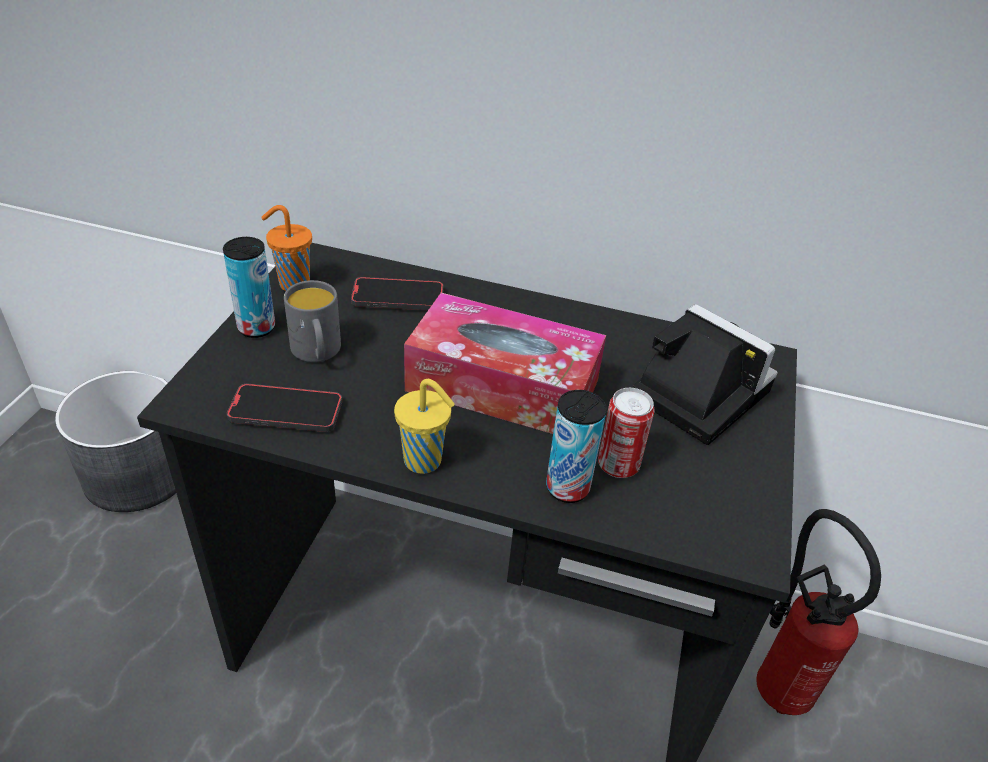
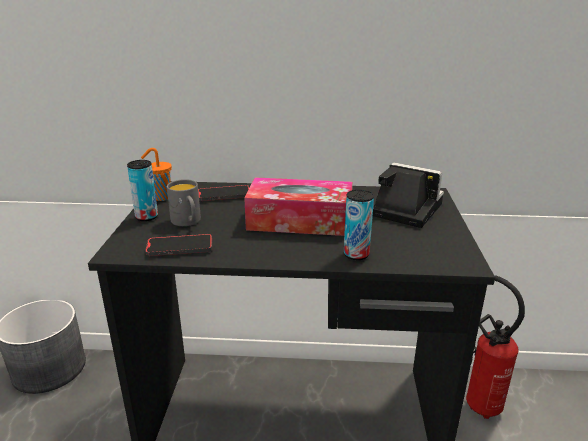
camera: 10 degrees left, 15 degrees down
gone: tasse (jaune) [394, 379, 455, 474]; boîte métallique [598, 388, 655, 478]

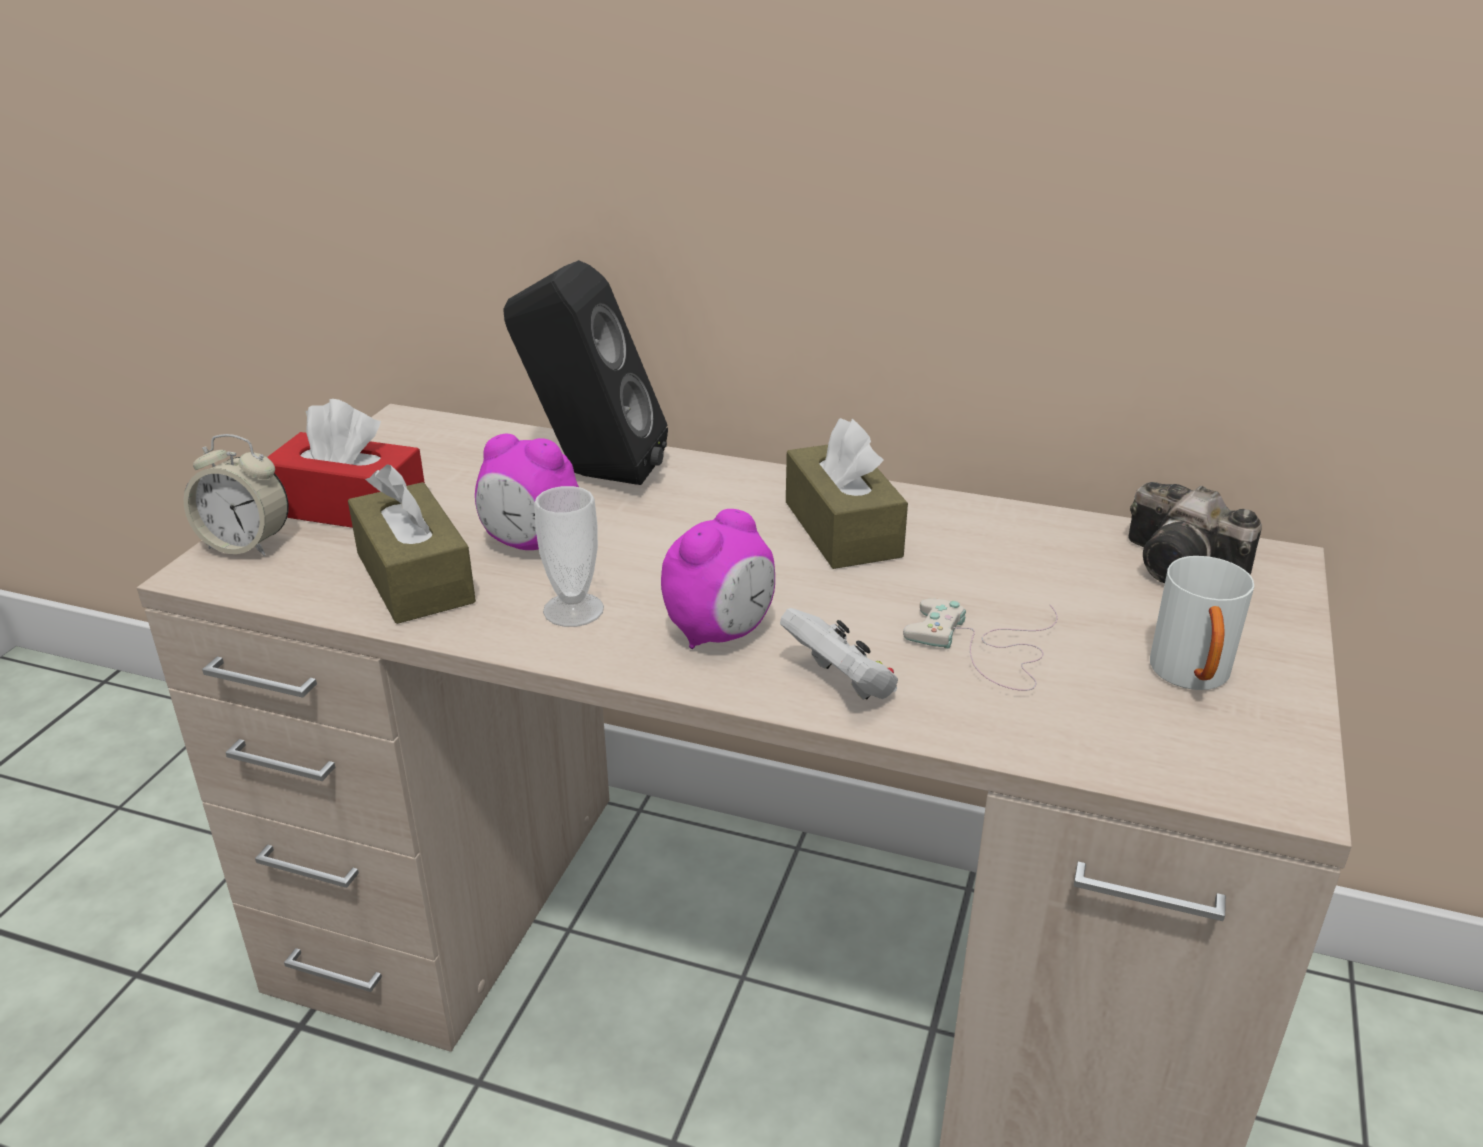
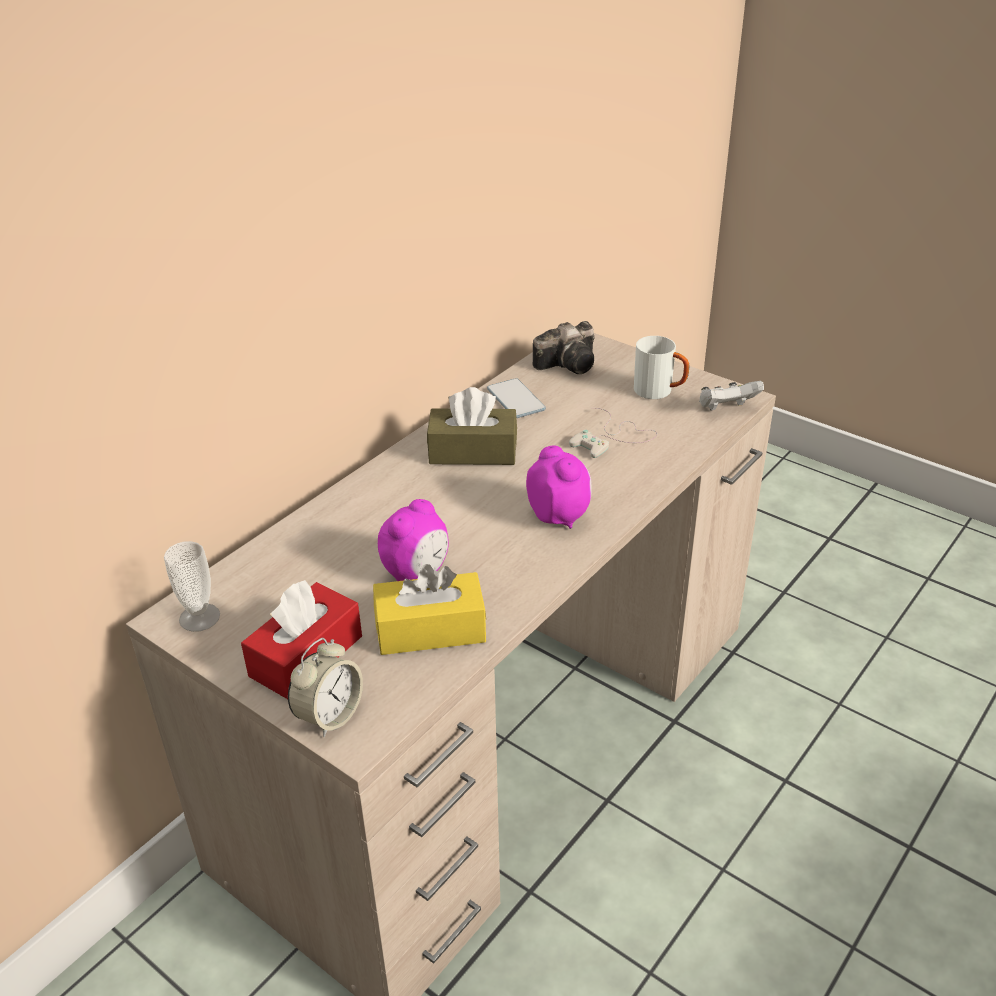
camera: 70 degrees left, 5 degrees up
gone: enceinte (noir) [503, 260, 668, 485]
new: téléphone [487, 378, 546, 418]
shifted: tasse [534, 486, 604, 627] to [164, 541, 220, 632]; manette (blanc) [780, 608, 898, 700] to [699, 381, 764, 411]
repainted: boîte à mouchoirs (marron) [348, 464, 476, 624] to boîte à mouchoirs (jaune) [373, 564, 486, 655]

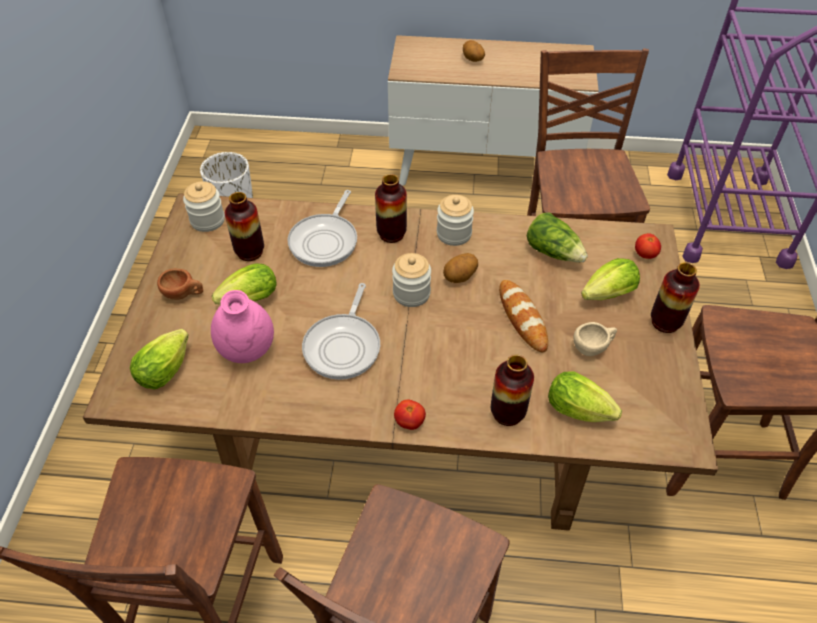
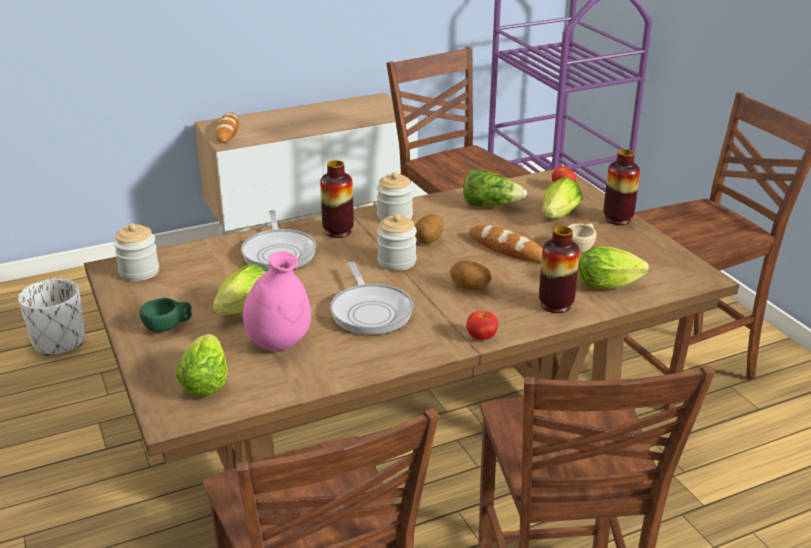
camera: 30 degrees left, 20 degrees down
gone: vase [225, 192, 264, 261]
new: pain [216, 112, 239, 143]
shifted: pomme de terre [463, 40, 485, 62] to [450, 261, 492, 290]
repainted: tasse (marron) [157, 269, 203, 300] to tasse (vert) [140, 298, 192, 333]

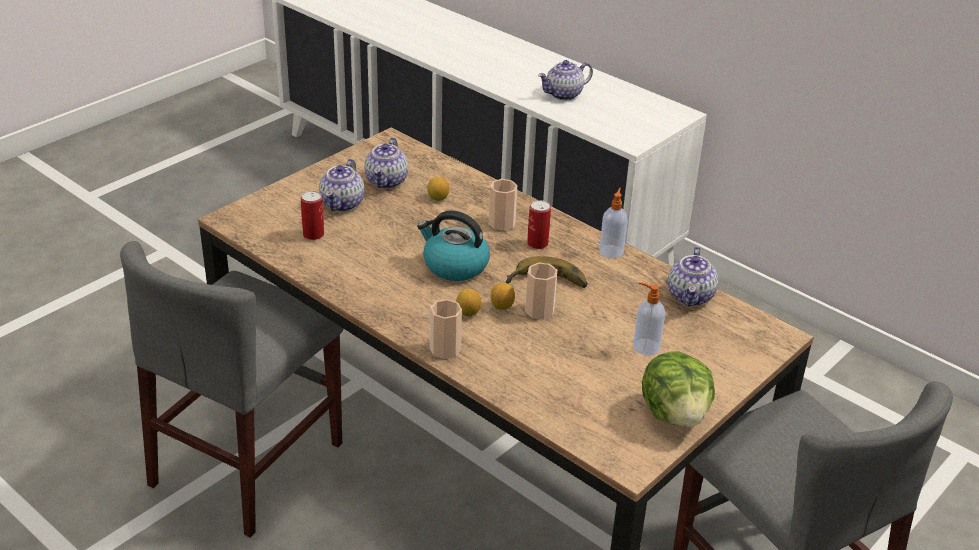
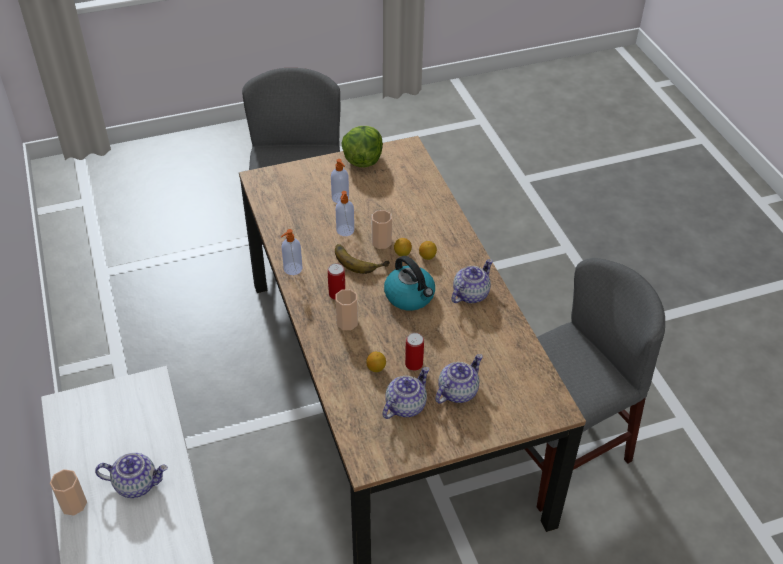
camera: 150 degrees left, 10 degrees up
new: distributeur de savon [336, 191, 354, 236]
shifted: boîte métallique [301, 191, 324, 240] to [405, 333, 424, 371]; tasse [430, 299, 462, 359] to [50, 469, 87, 516]; théière [668, 246, 718, 306] to [452, 259, 493, 303]

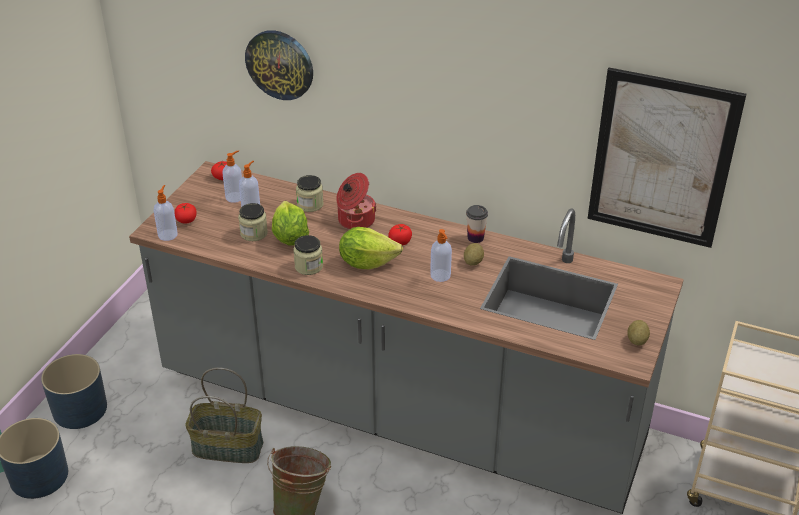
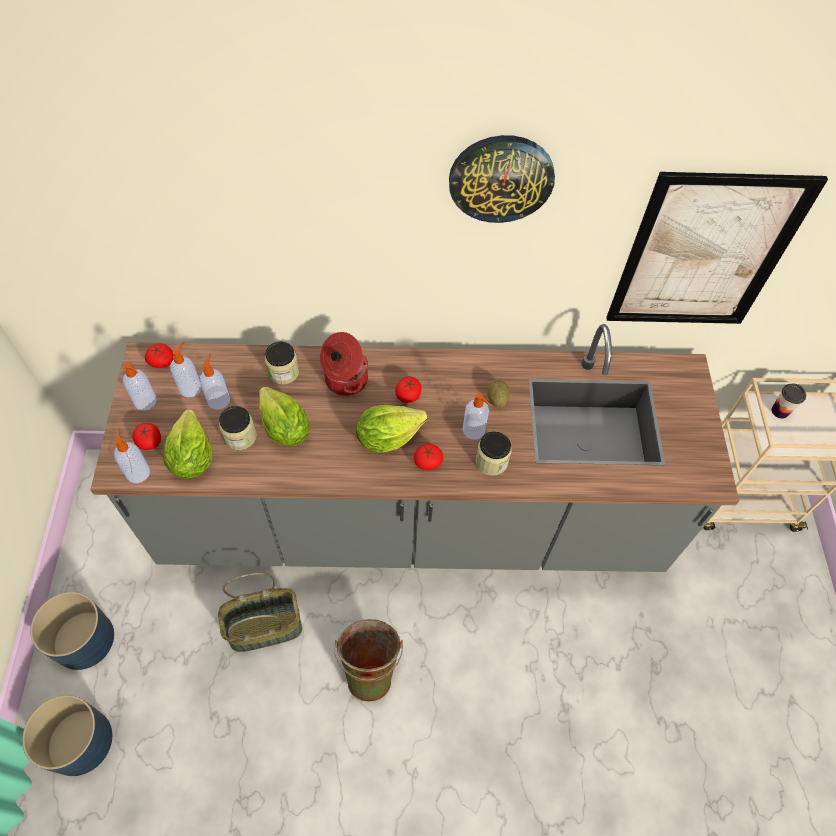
camera: 25 degrees left, 20 degrees up
gone: pomme de terre [627, 320, 650, 345]
new: distributeur de savon [123, 362, 157, 410]; laitue [163, 409, 212, 479]; tomate [414, 444, 443, 470]
shifted: horloge murale [245, 30, 313, 100] to [449, 135, 555, 223]; bocal [293, 235, 323, 275] to [475, 431, 512, 476]; tasse [466, 205, 488, 243] to [771, 384, 806, 419]

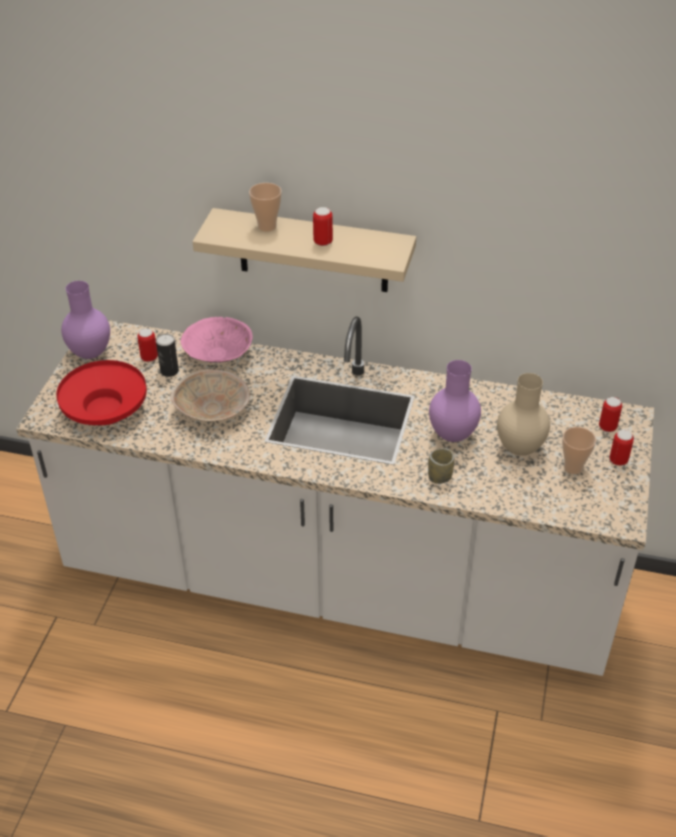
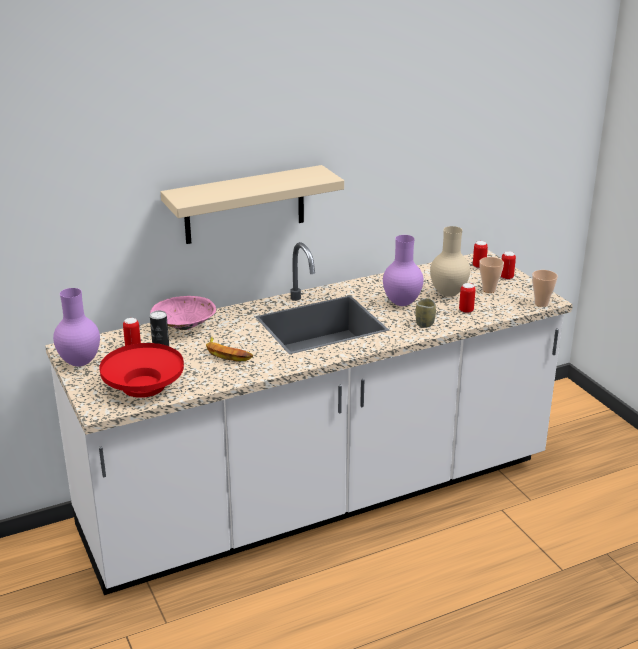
camera: 40 degrees left, 15 degrees down
shifted: tasse [249, 183, 282, 232] to [532, 270, 558, 307]; boîte métallique [313, 207, 333, 246] to [459, 283, 476, 313]
swapped: bol (beige) [171, 369, 250, 422] to banane [206, 337, 253, 361]

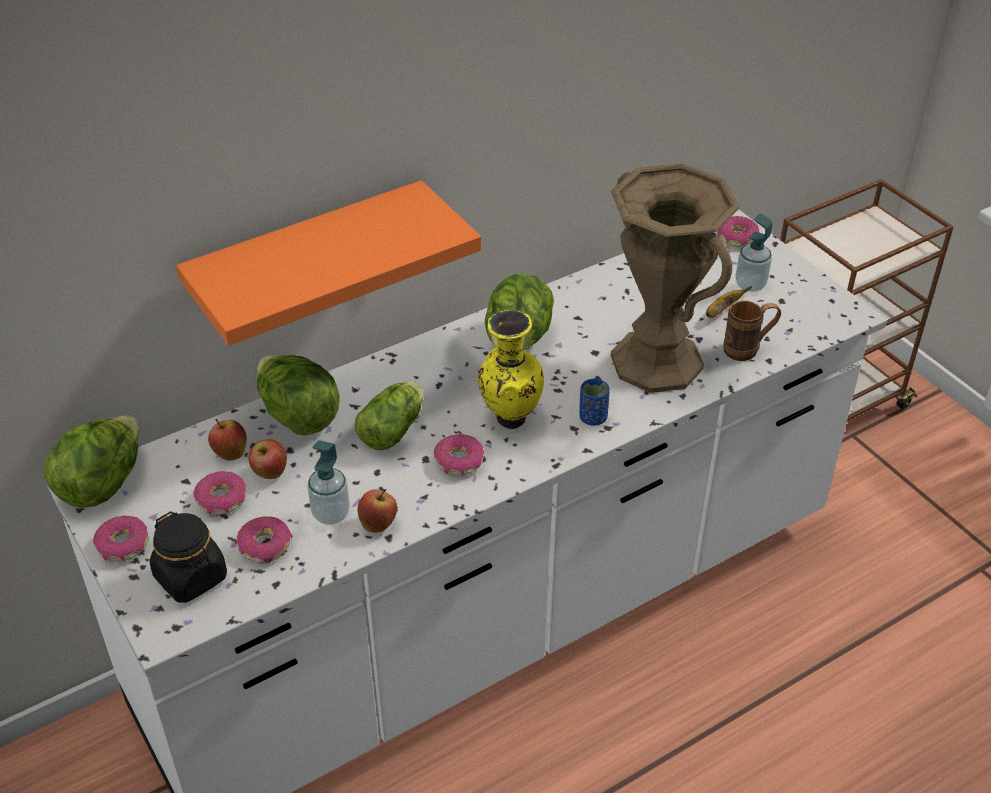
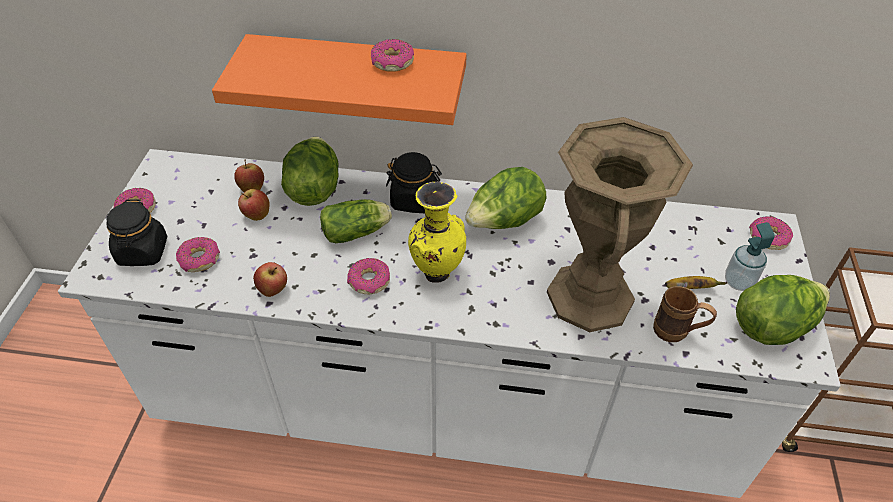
camera: 40 degrees right, 5 degrees up
gone: distributeur de savon [307, 440, 350, 525]; tasse (bleu) [579, 379, 610, 426]
new: bocal (noir) [386, 152, 442, 213]
shifted: laitue [44, 416, 139, 508] to [736, 275, 830, 345]; beignet [193, 471, 246, 515] to [371, 39, 414, 72]

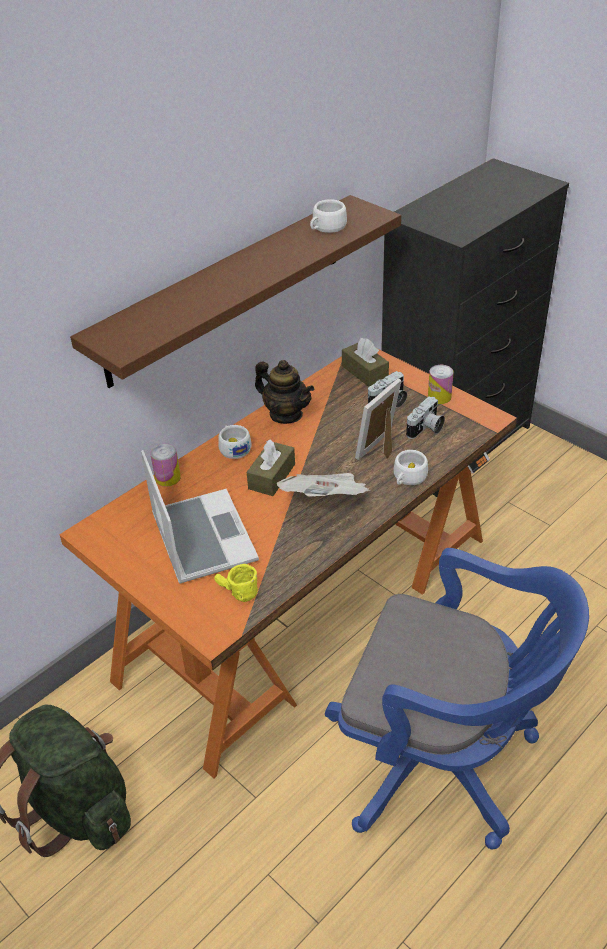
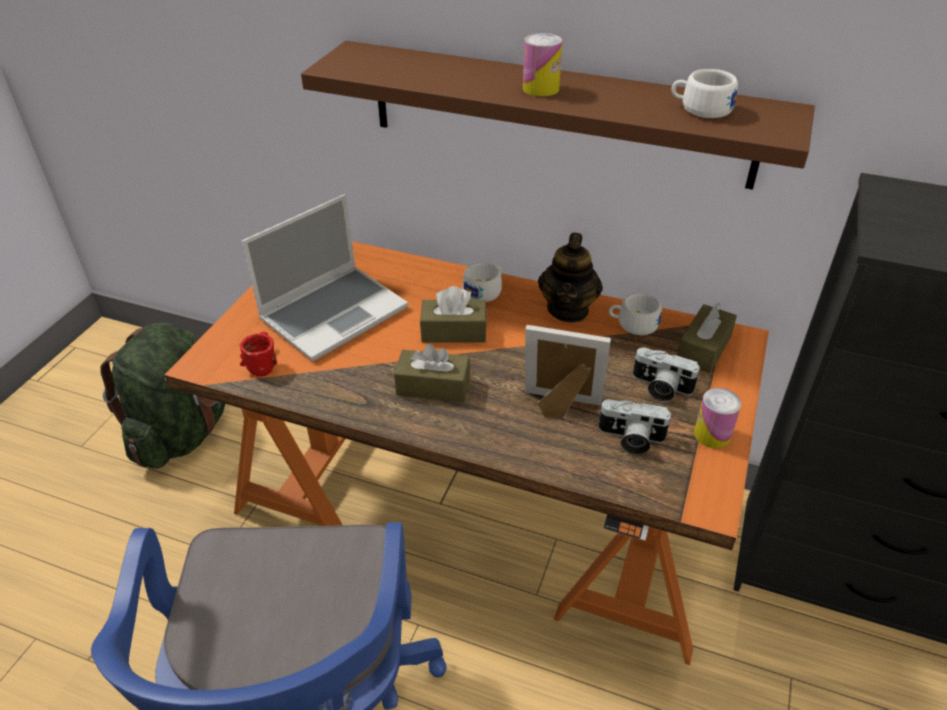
camera: 65 degrees right, 0 degrees up
shifted: boîte métallique [150, 444, 181, 487] to [523, 33, 562, 97]; tasse (blanc) [394, 450, 428, 485] to [609, 293, 662, 335]
swapped: journal [277, 473, 370, 496] to boîte à mouchoirs (marron) [394, 344, 470, 403]
repainted: mug (jaune) [214, 564, 258, 602] to mug (rouge) [240, 332, 277, 376]

